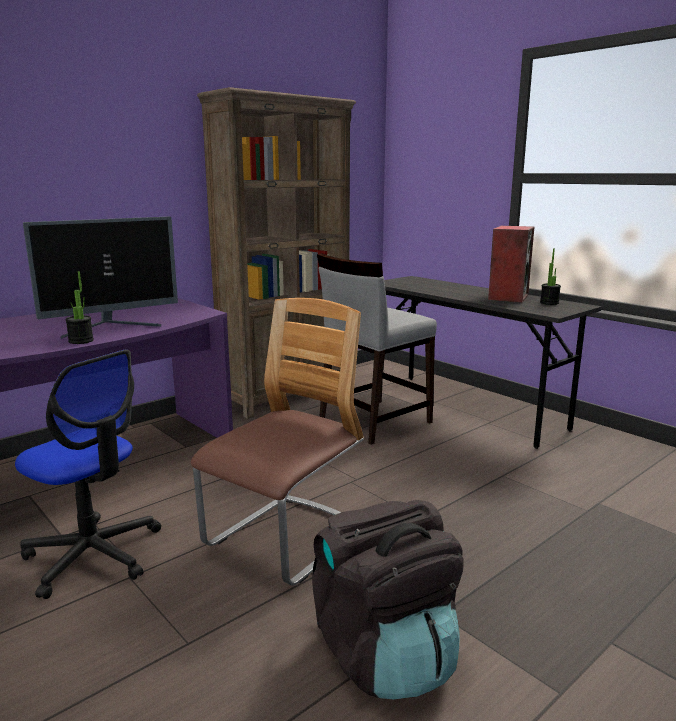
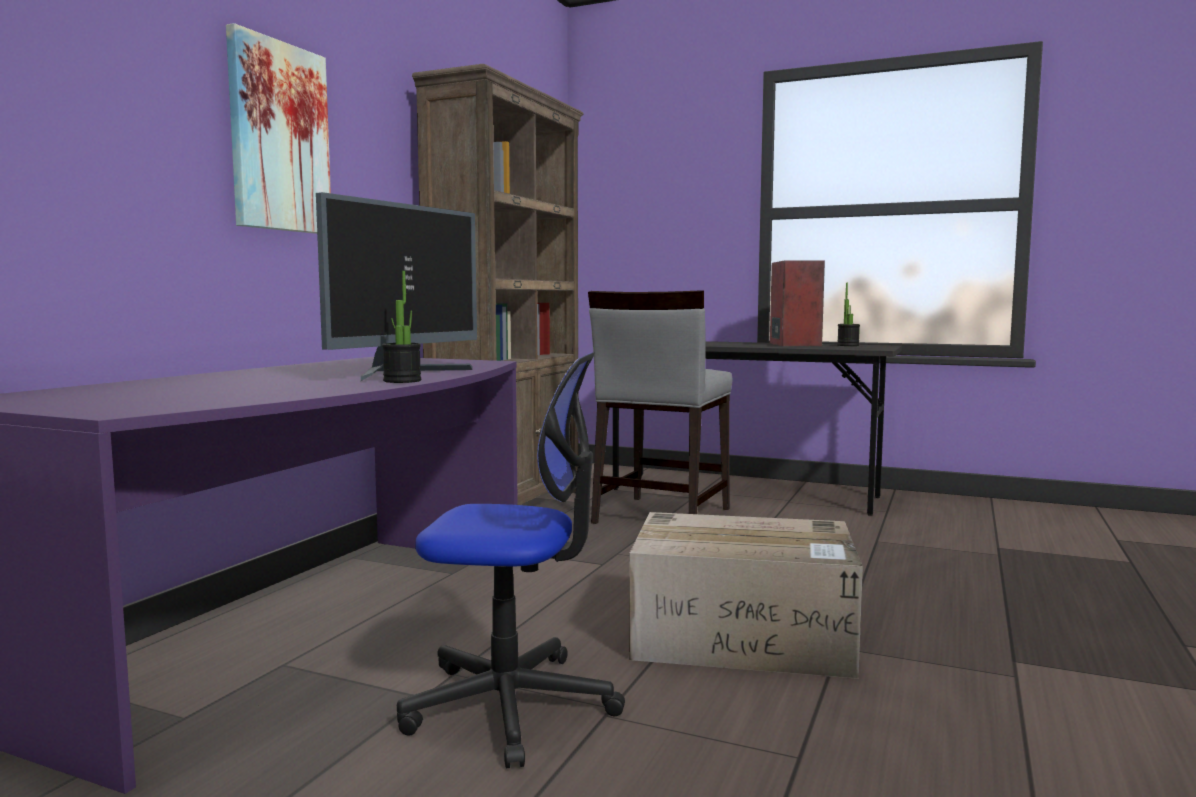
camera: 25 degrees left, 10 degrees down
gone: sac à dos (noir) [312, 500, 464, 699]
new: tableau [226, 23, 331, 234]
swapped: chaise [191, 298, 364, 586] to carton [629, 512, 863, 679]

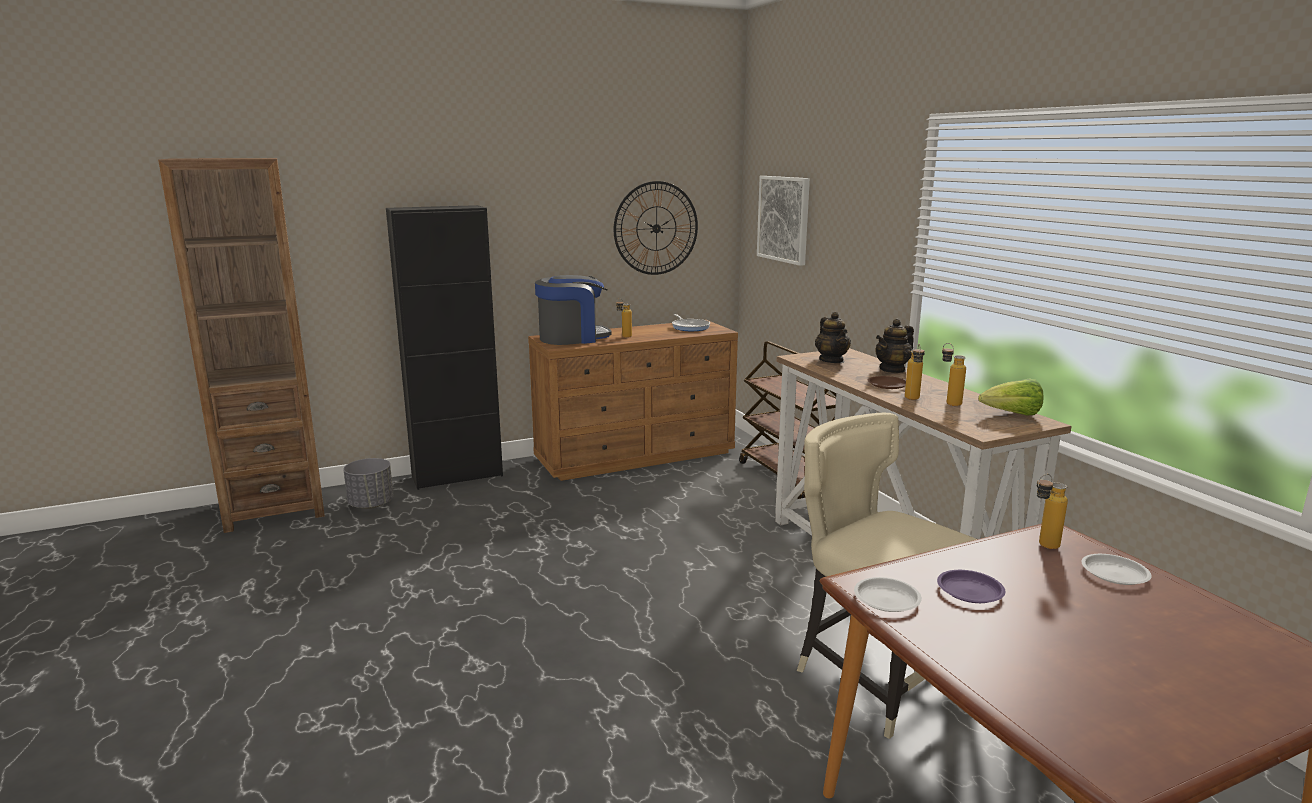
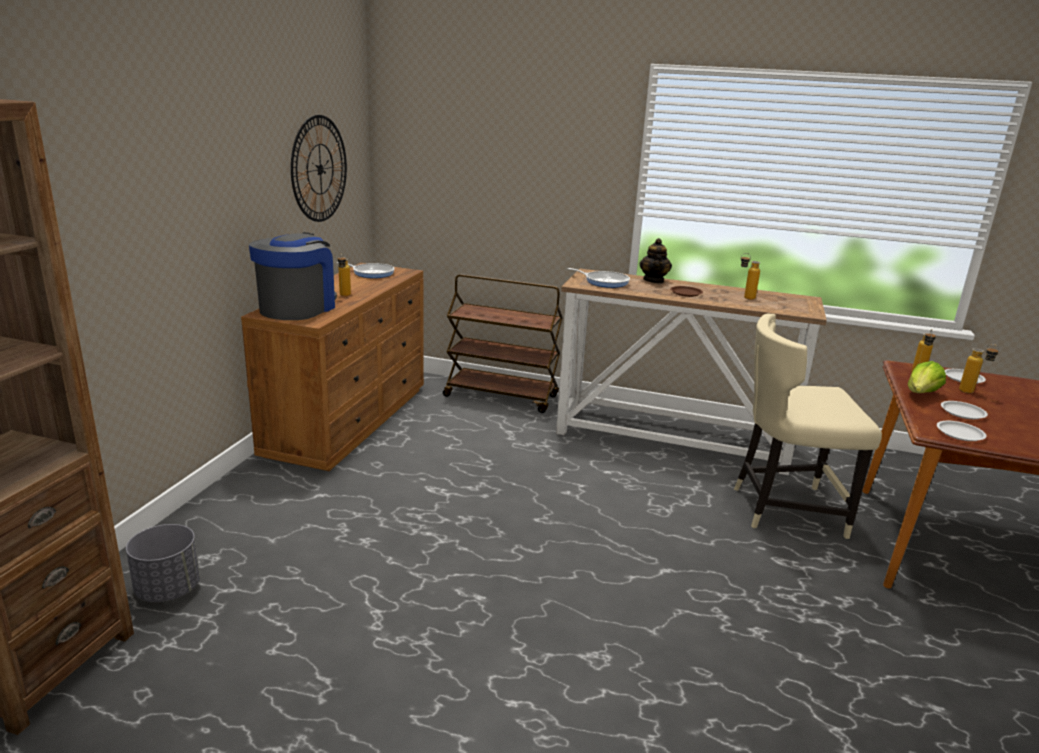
camera: 50 degrees left, 5 degrees up
gone: meuble de rangement (noir) [386, 205, 503, 490]; tableau [757, 176, 810, 266]
shifted: bouteille [905, 344, 925, 400] to [959, 344, 999, 393]; laitue [978, 379, 1044, 416] to [908, 361, 946, 393]
swapped: théière [815, 312, 851, 363] to poêle [567, 268, 630, 288]
repainted: assiette (violet) [937, 570, 1005, 603] to assiette (blanc) [941, 401, 988, 419]

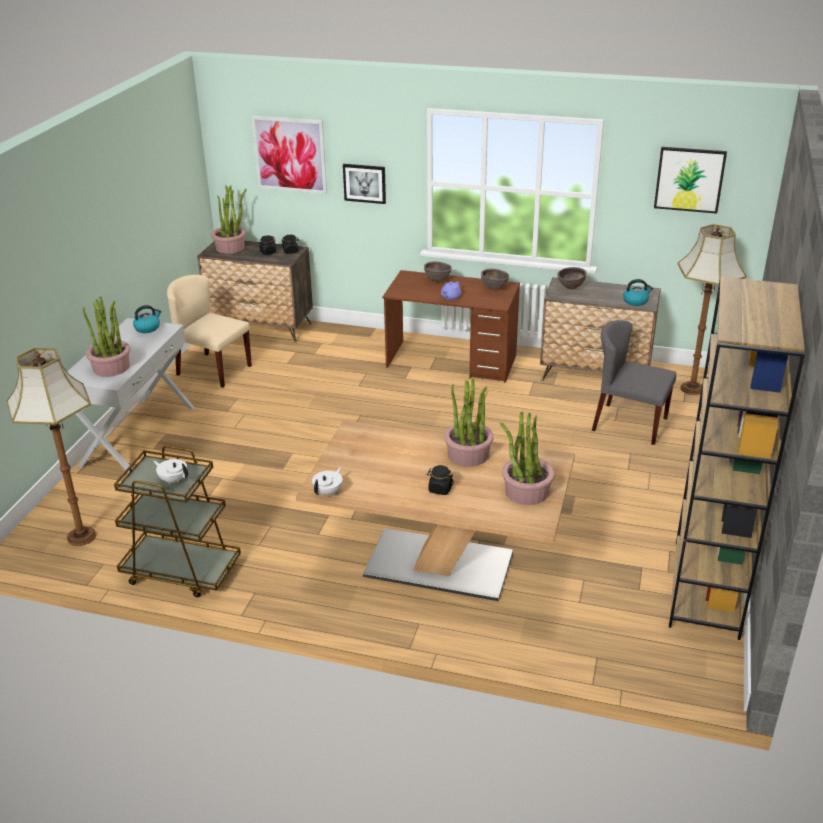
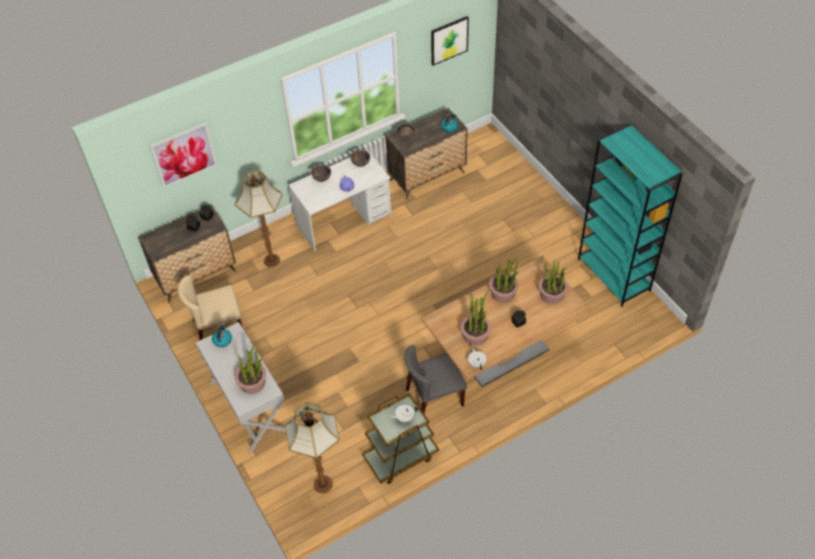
camera: 45 degrees left, 20 degrees up
gone: tableau [343, 164, 386, 204]
shifted: plante en pot [211, 185, 247, 254] to [460, 290, 491, 345]; chaise (gris) [592, 320, 676, 445] to [405, 345, 467, 413]; lampadaire [678, 224, 746, 395] to [235, 170, 283, 267]
repainted: bureau (marron) [383, 270, 520, 383] to bureau (blanc) [288, 150, 391, 251]; bibliothèque (marron) [669, 277, 805, 640] to bibliothèque (turquoise) [578, 125, 683, 307]

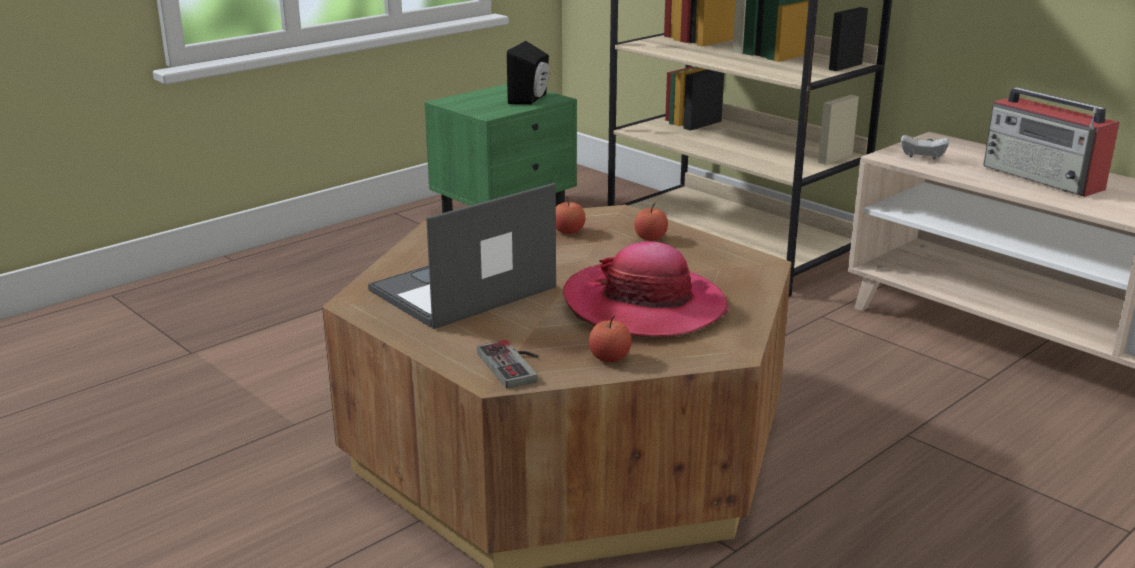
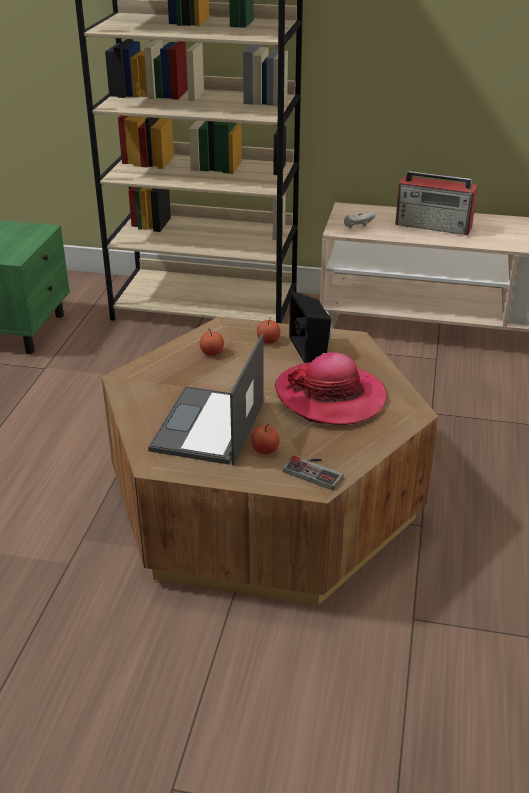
camera: 35 degrees left, 10 degrees up
shifted: enceinte (noir) [507, 41, 549, 104] to [289, 290, 332, 363]; pomme [589, 316, 632, 362] to [251, 424, 280, 454]

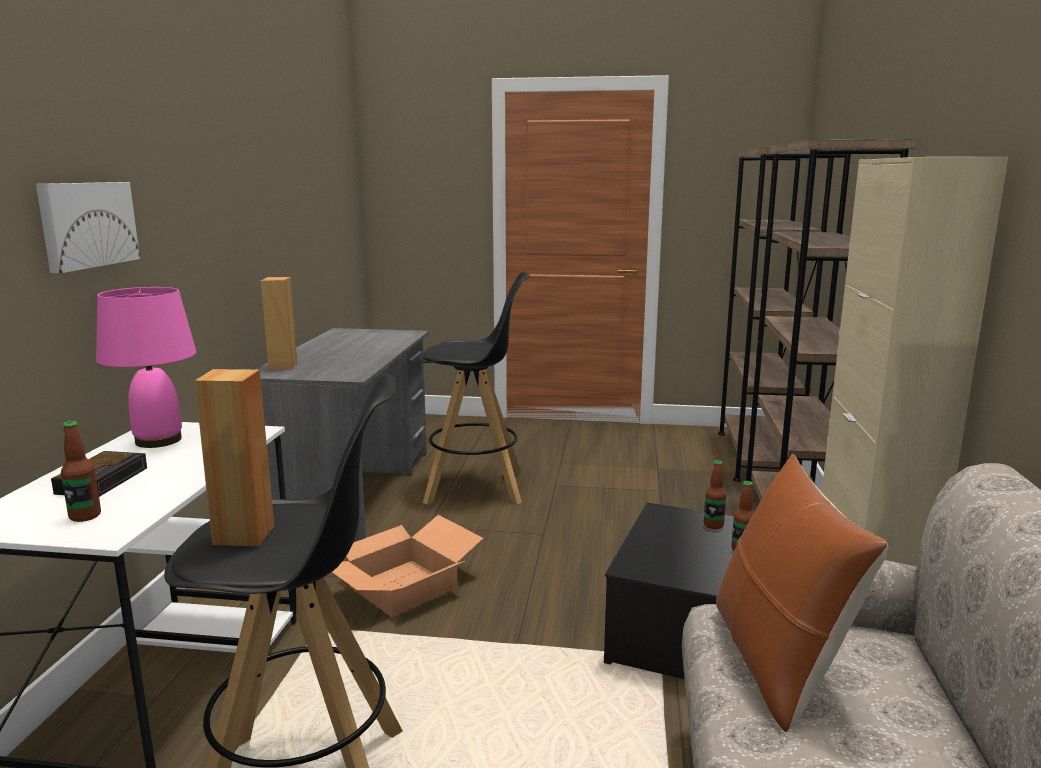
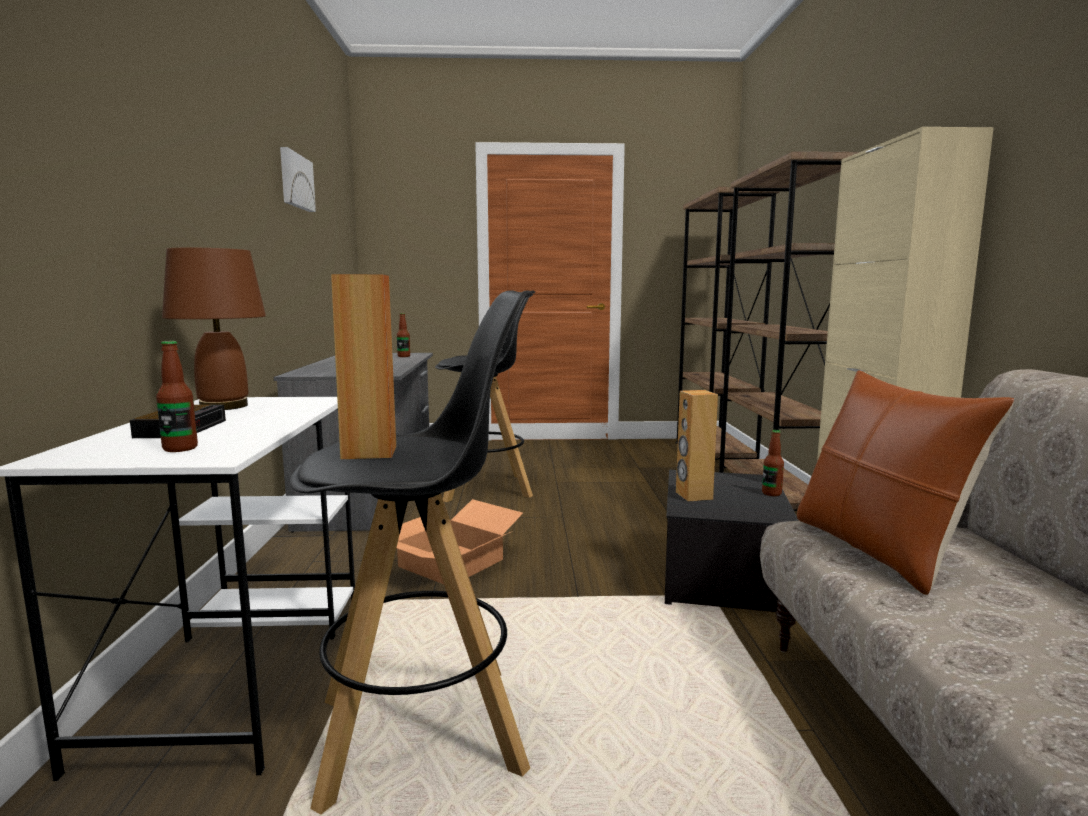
camera: 10 degrees left, 5 degrees down
shifted: tableau [36, 182, 140, 273] to [280, 147, 316, 212]; enceinte (marron) [261, 277, 297, 370] to [676, 390, 718, 502]; bouteille [704, 460, 726, 529] to [397, 313, 410, 357]
repainted: lampe de table (rose) [96, 287, 196, 448] to lampe de table (marron) [162, 248, 266, 410]

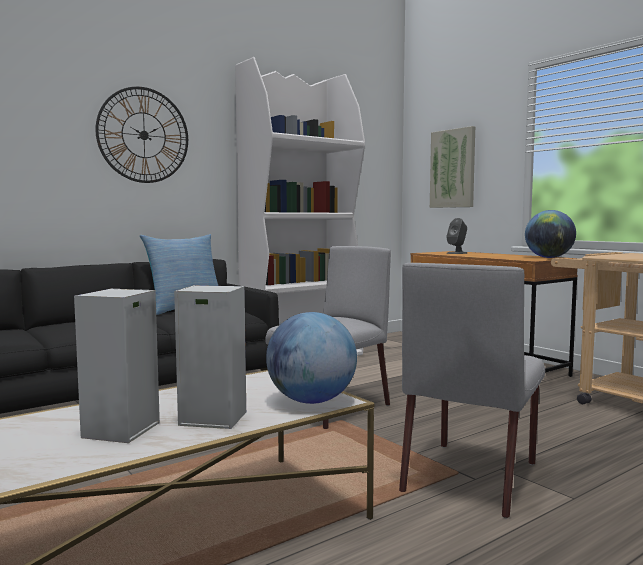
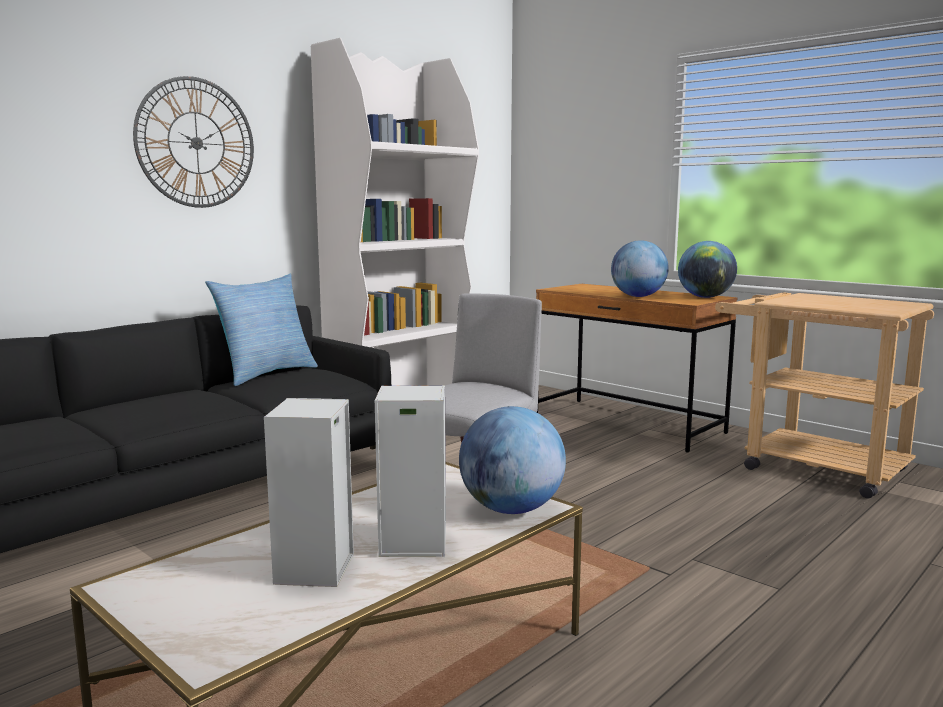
camera: 10 degrees left, 5 degrees up
gone: chaise (gris) [399, 263, 545, 519]; tableau [430, 126, 475, 208]; enceinte (gris) [446, 218, 467, 254]
new: globe [611, 240, 669, 297]

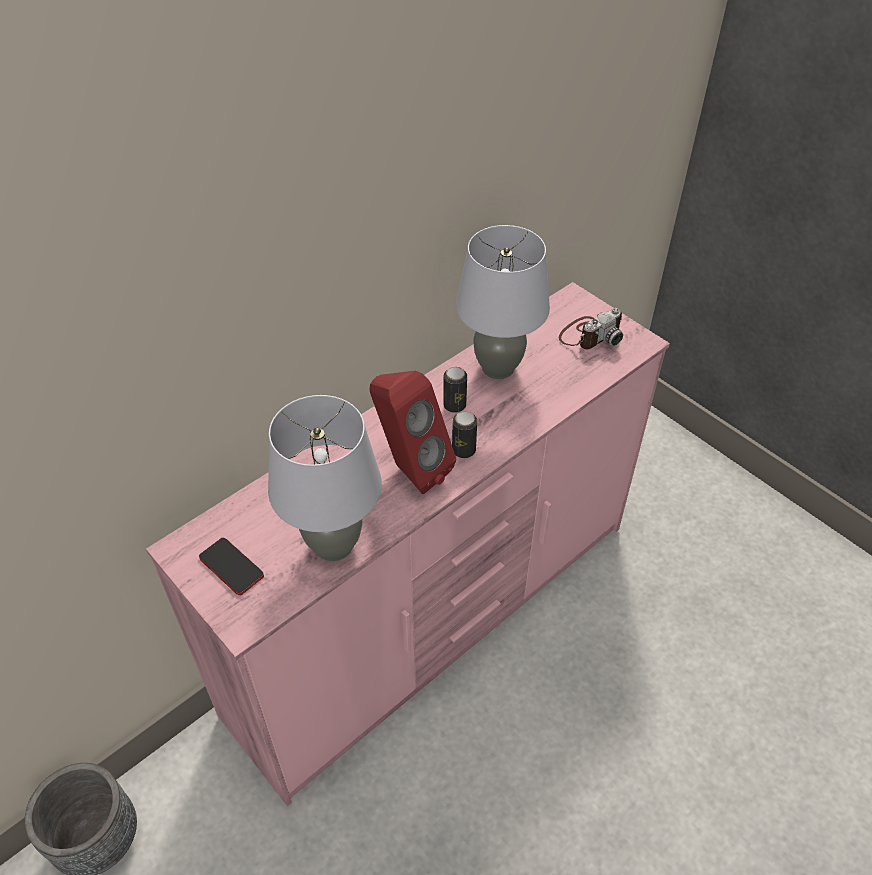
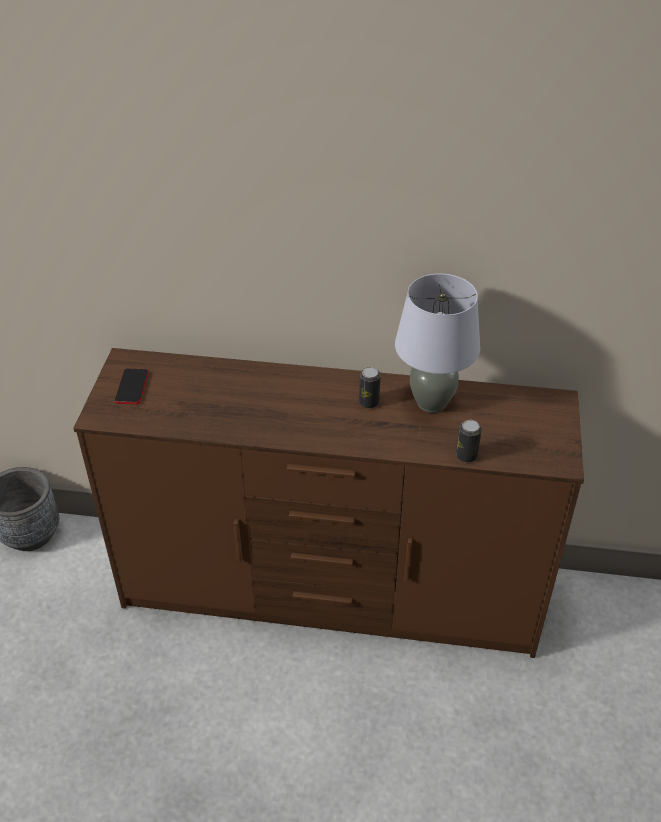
camera: 50 degrees right, 5 degrees down
gone: lampe de table (gris) [268, 395, 382, 561]; enceinte (rouge) [369, 370, 456, 494]; appareil photo [559, 308, 623, 349]
shifted: boîte métallique [452, 411, 477, 458] to [456, 420, 482, 463]
repainted: commode (rose) [146, 282, 670, 807] to commode (marron) [74, 348, 584, 658]

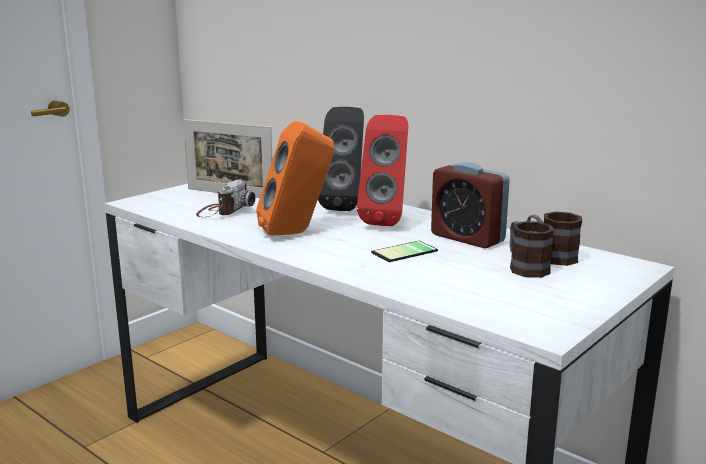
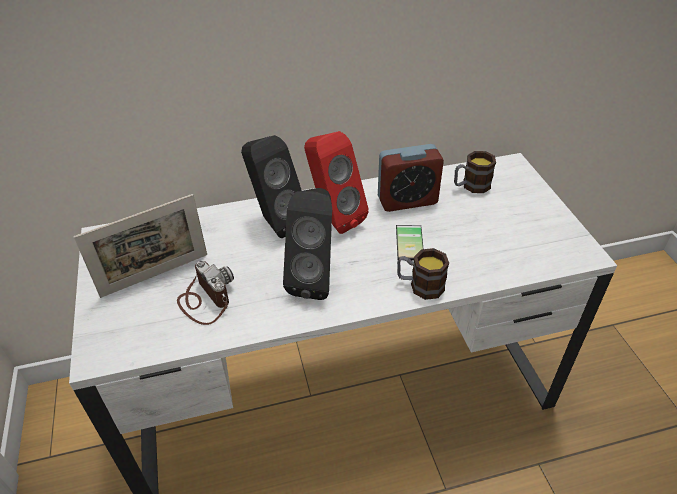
camera: 55 degrees left, 25 degrees up
shifted: mug [510, 221, 554, 278] to [397, 248, 449, 300]
repainted: enceinte (orange) [256, 121, 334, 236] to enceinte (noir) [283, 188, 332, 300]

